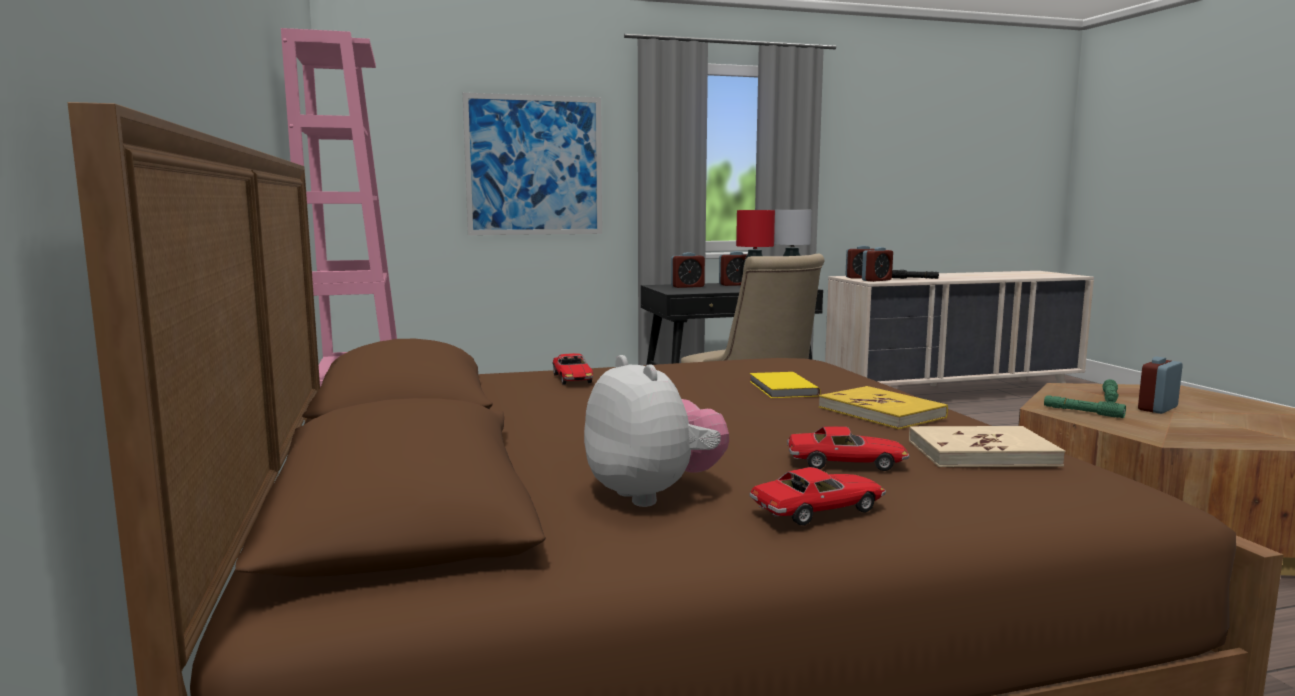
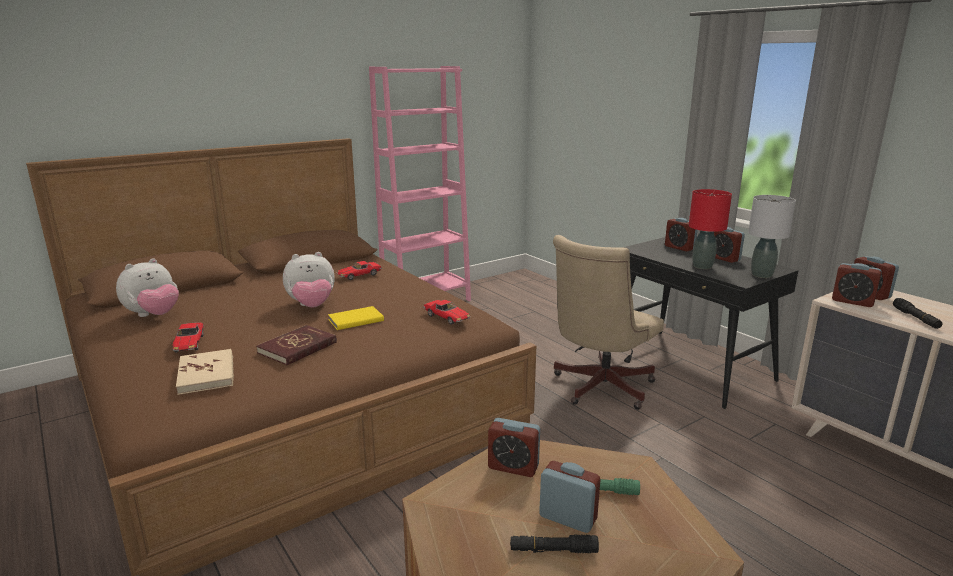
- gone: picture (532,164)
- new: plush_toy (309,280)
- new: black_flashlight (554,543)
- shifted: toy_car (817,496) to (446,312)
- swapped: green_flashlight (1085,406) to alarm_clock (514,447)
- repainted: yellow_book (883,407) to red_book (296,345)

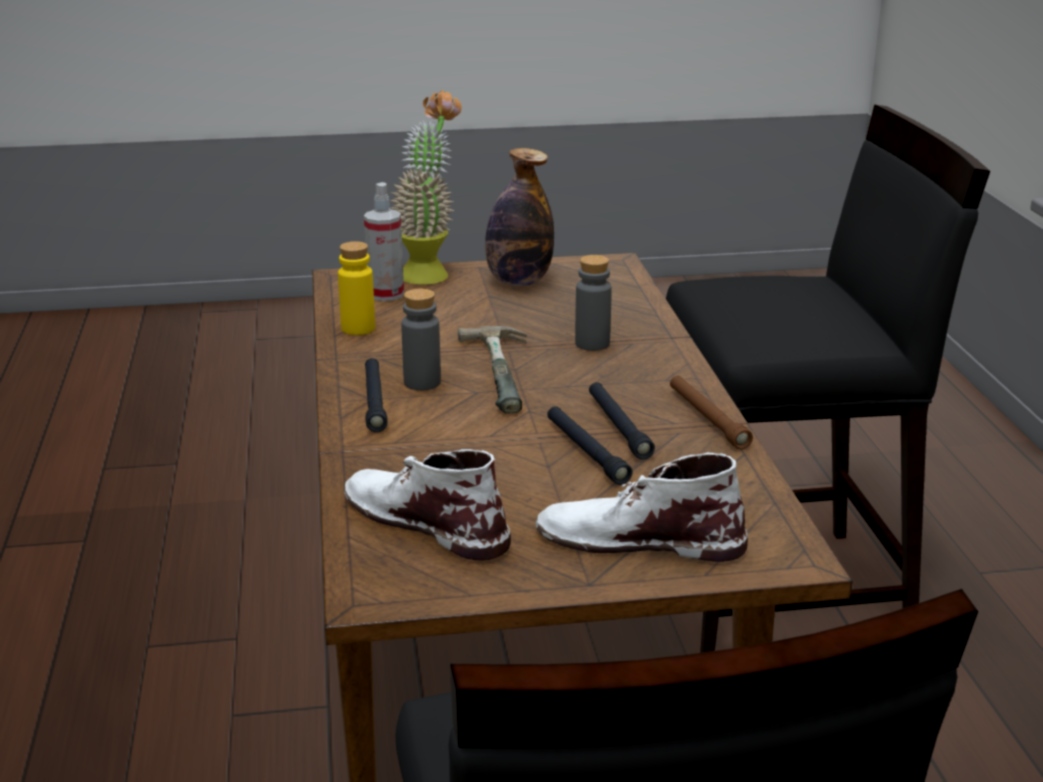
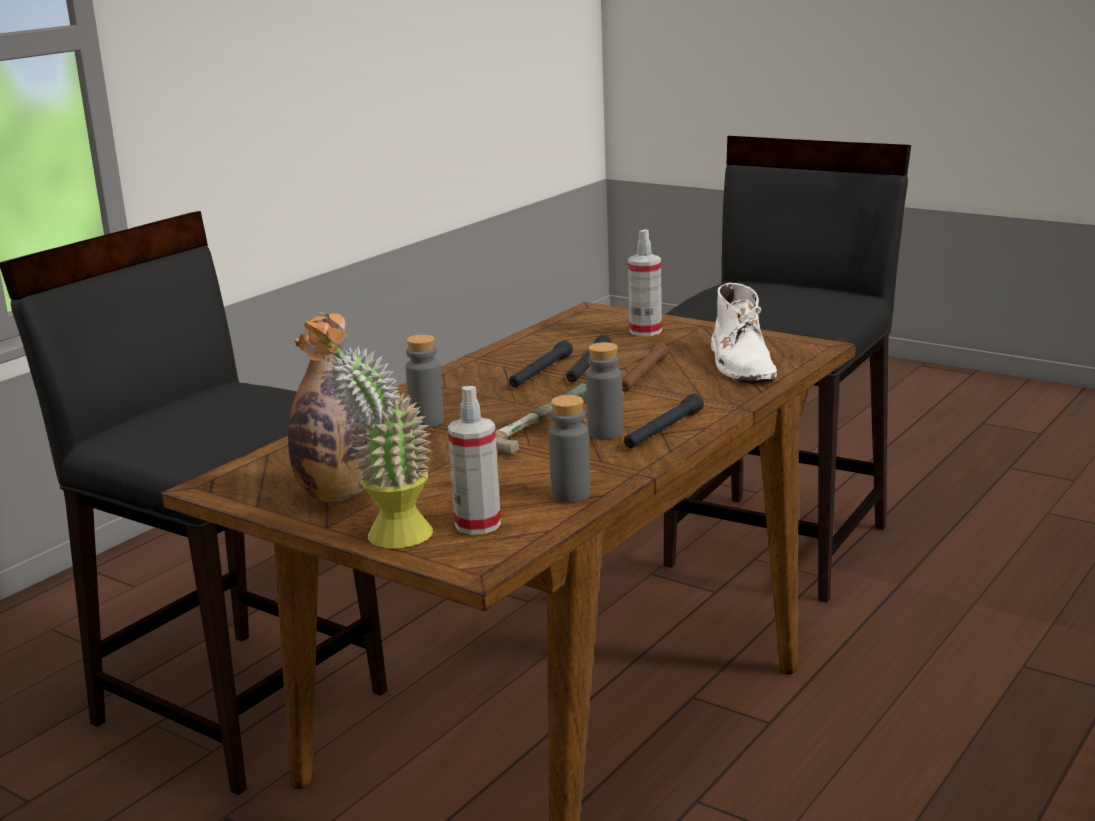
- shifted: brown_flashlight (711,413) to (645,367)
- swapped: white_boot (641,507) to spray_bottle (645,282)
- repainted: yellow_bottle (356,288) to grey_bottle (569,449)

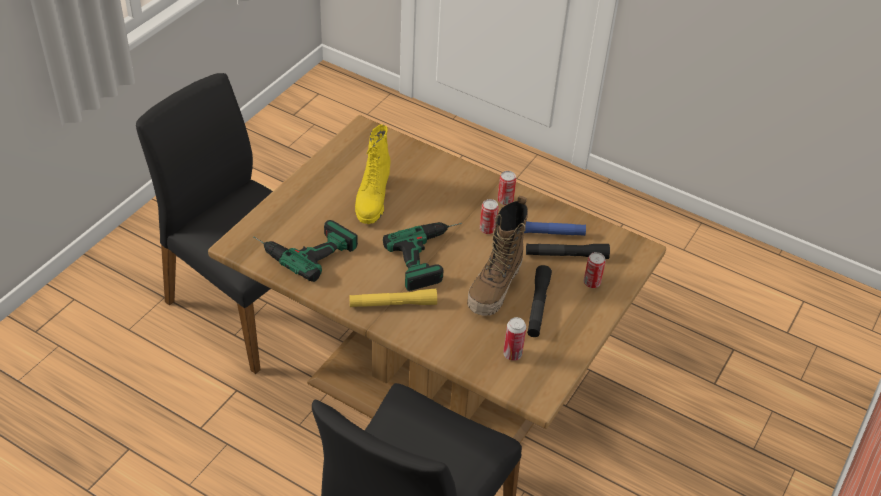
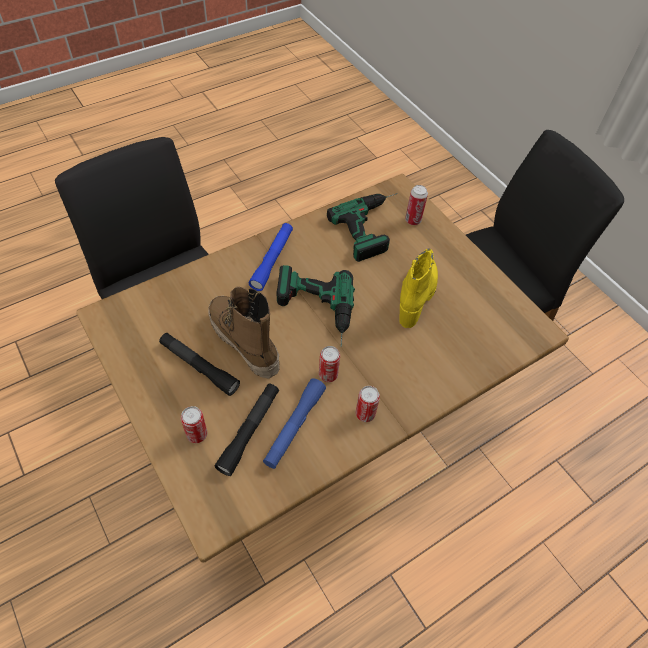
- shifted: can (514,339) to (416,205)
- repainted: yellow_flashlight (393,298) to blue_flashlight (271,257)
- rotated: yellow_boot (372,174) = (418,288) 75 degrees clockwise

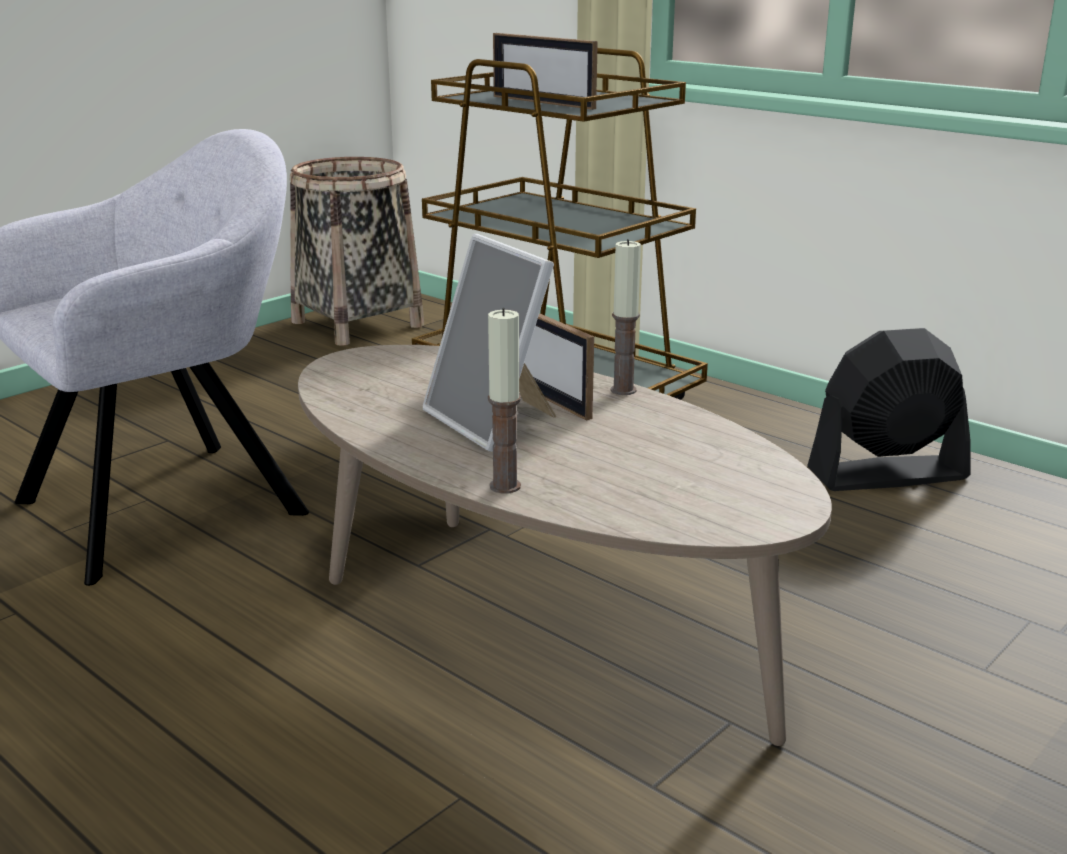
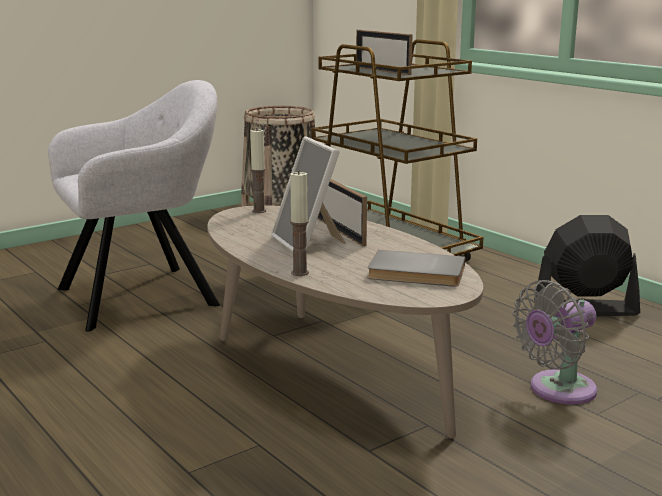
- new: grey_book (416,268)
- new: grey_fan (554,342)
- shifted: candle (625,317) to (258,170)

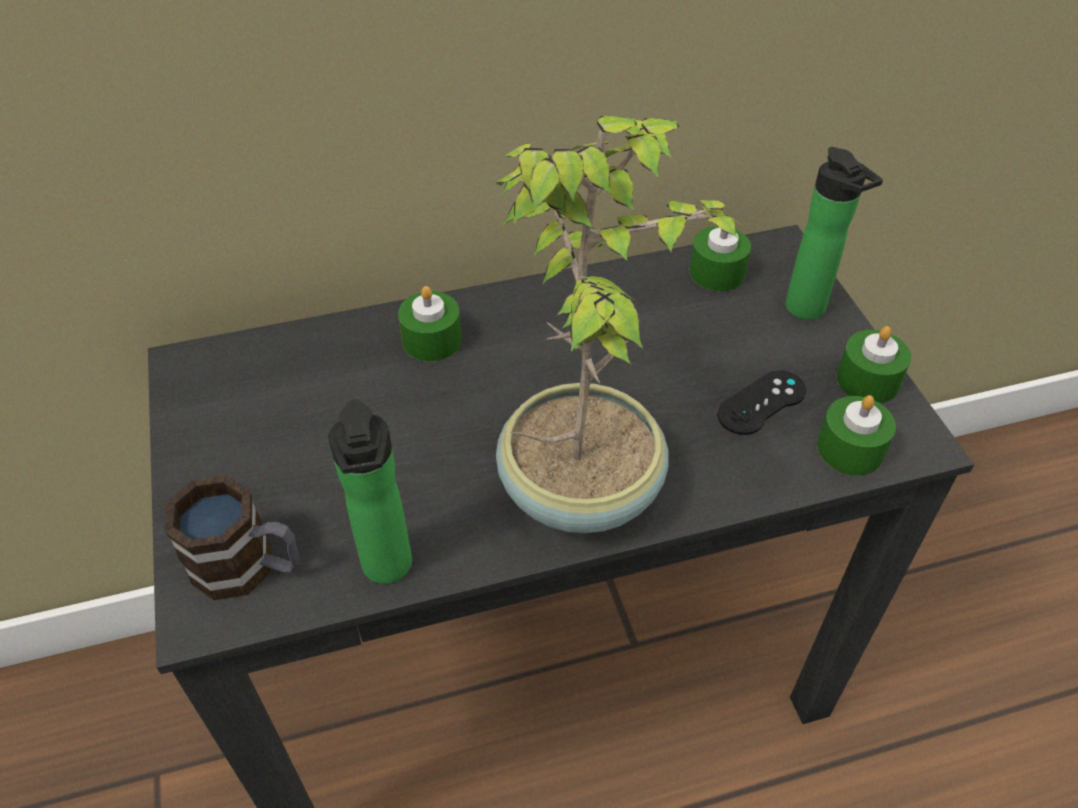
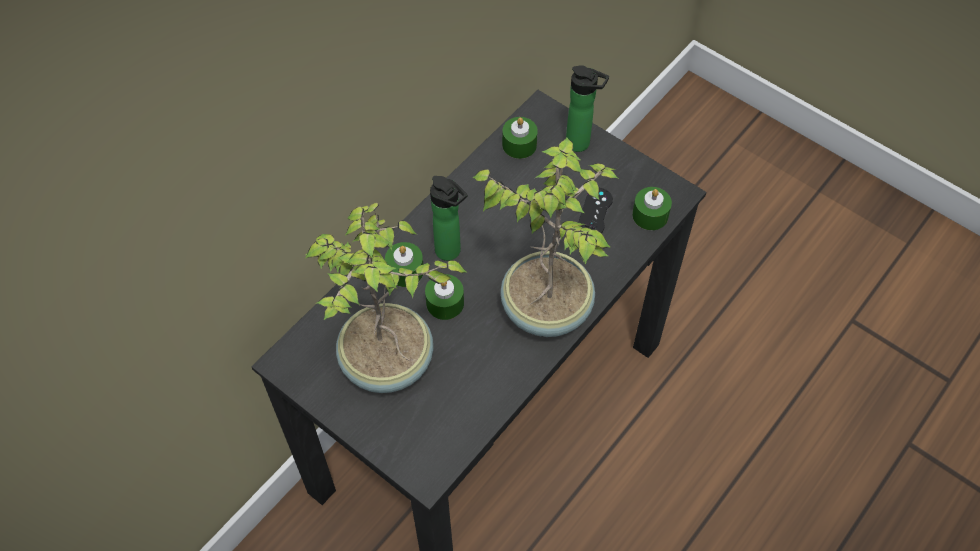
- gone: mug (232,537)
- new: potted_plant (386,298)
- shifted: bottle (370,491) to (449,218)
- shifted: green_candle (874,364) to (444,297)

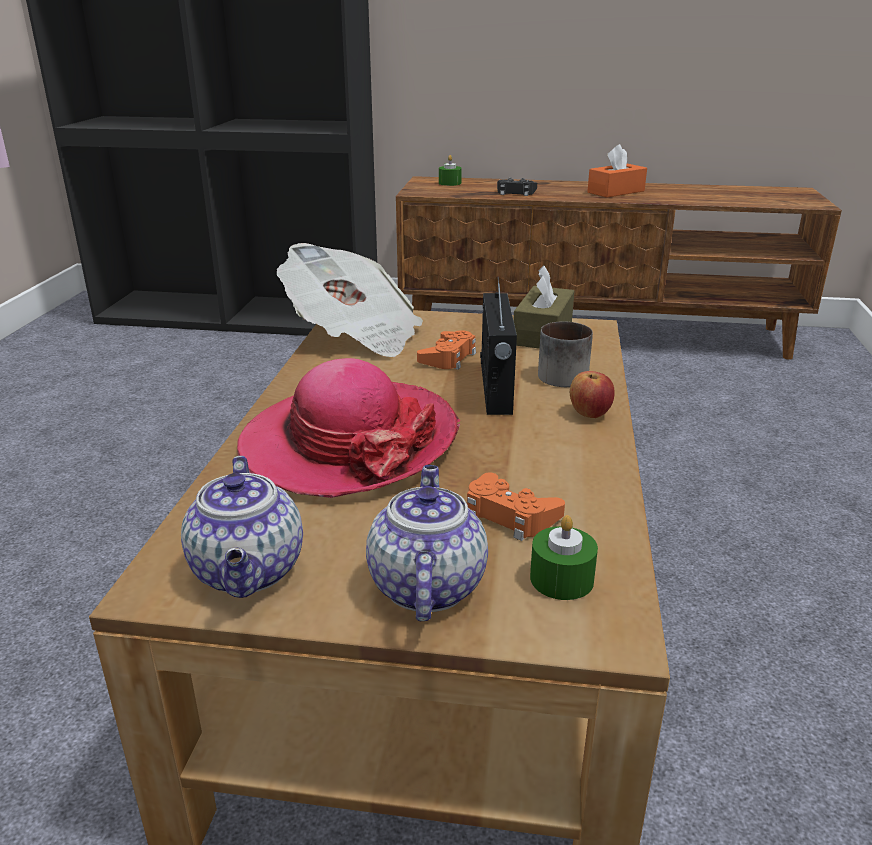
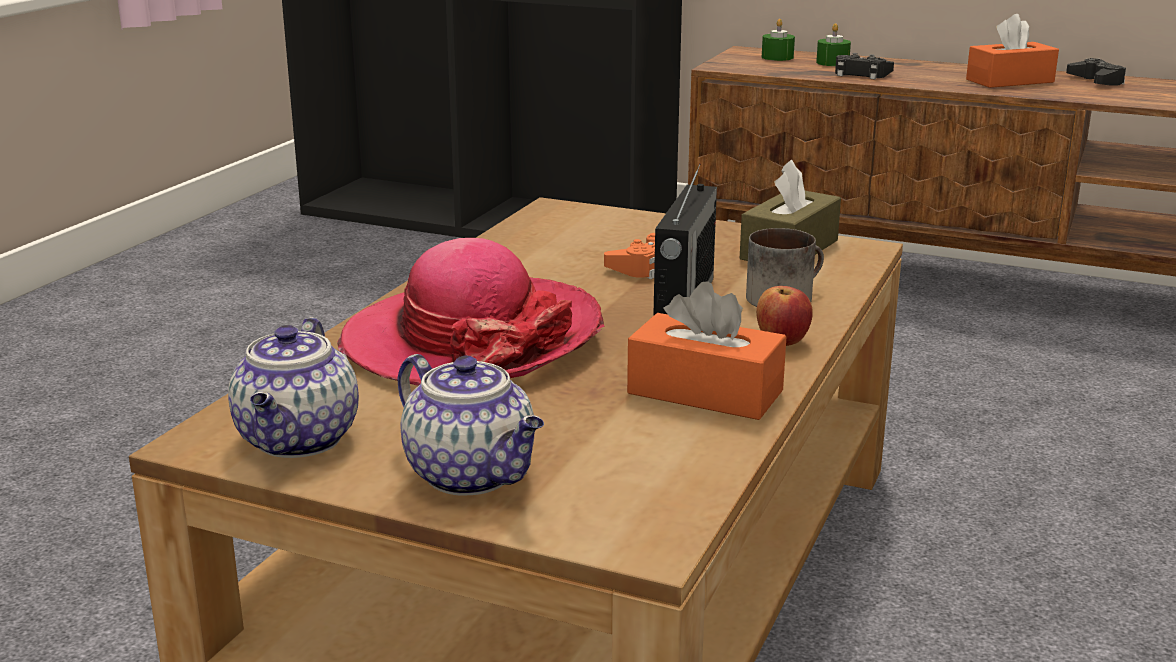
- gone: newspaper (350,300)
- gone: orange_game_controller (516,506)
- new: orange_tissue_box (707,350)
- new: black_game_controller (1096,72)
- shifted: green_candle (564,557) to (833,44)
- rotated: teapot (427,543) = (471,425) 120 degrees clockwise

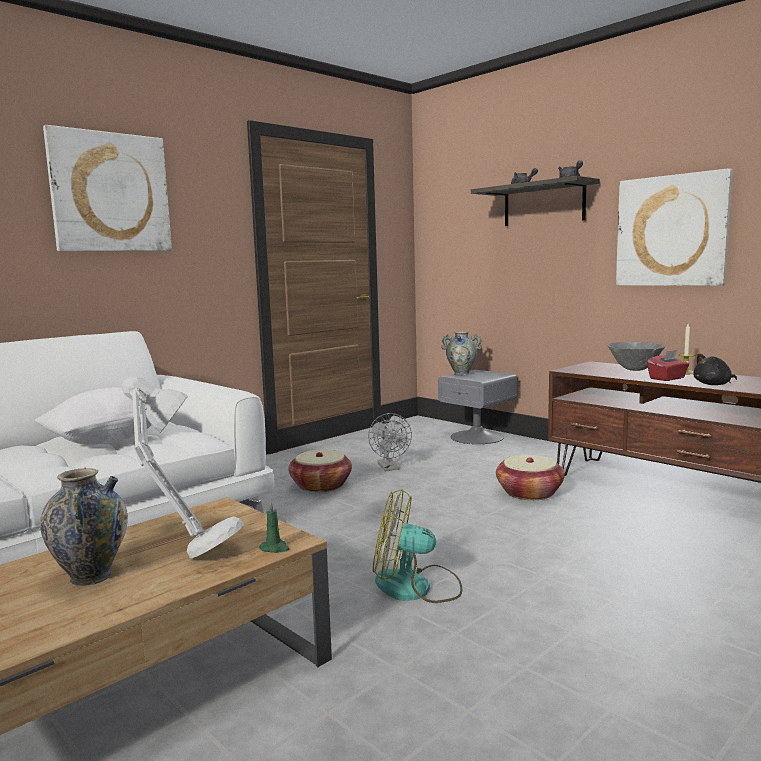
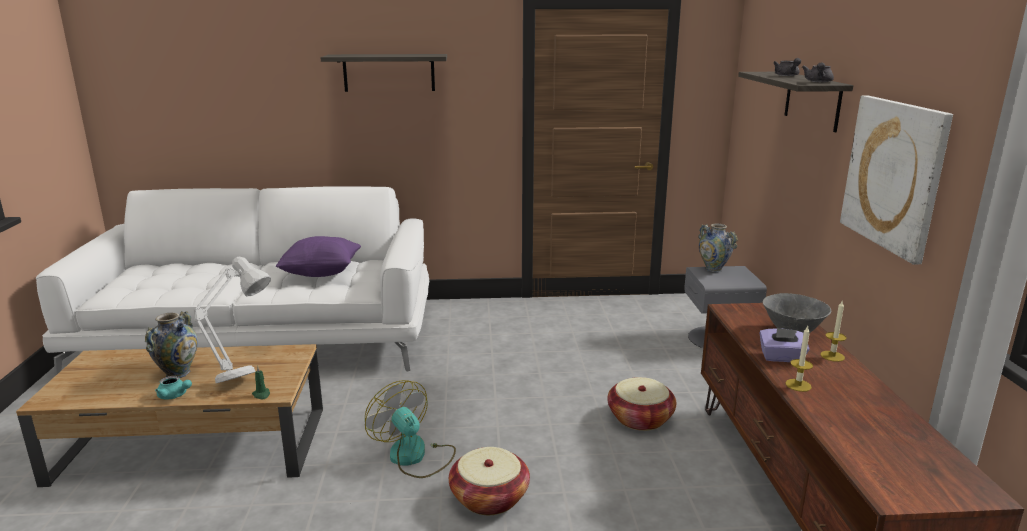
- gone: grey_fan (390,442)
- new: turquoise_teapot (173,388)
- shifted: basket (320,471) to (489,481)
- swapped: picture (107,188) to shelf (383,73)
- swapped: black_plush_toy (715,369) to candle (799,359)
- repainted: white_pillow (93,416) to purple_pillow (318,256)
- repainted: red_tissue_box (668,365) to purple_tissue_box (785,345)

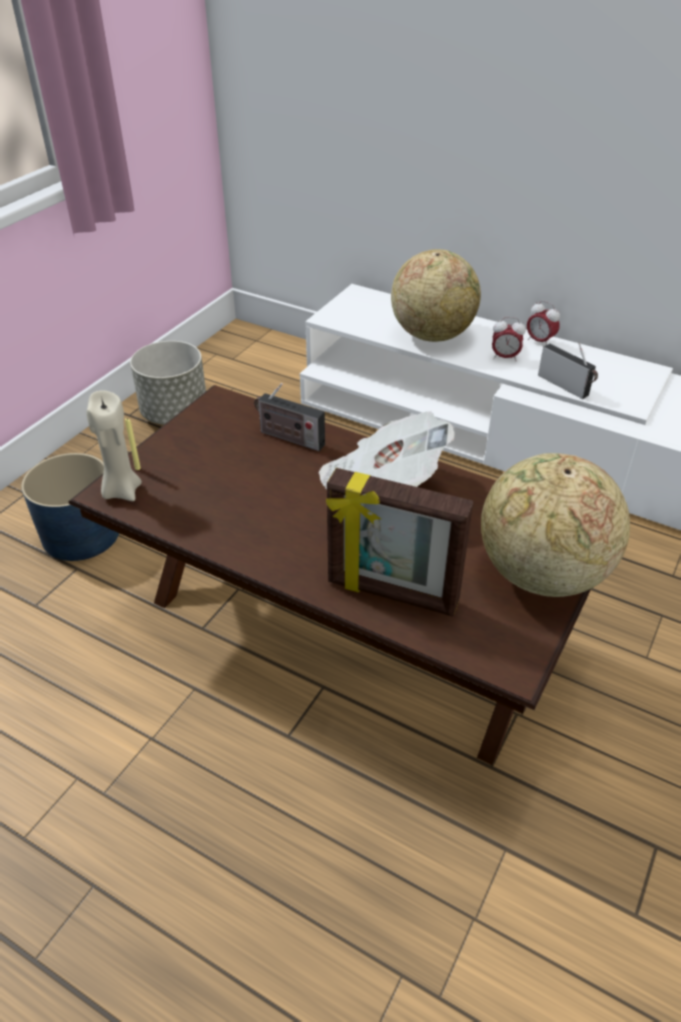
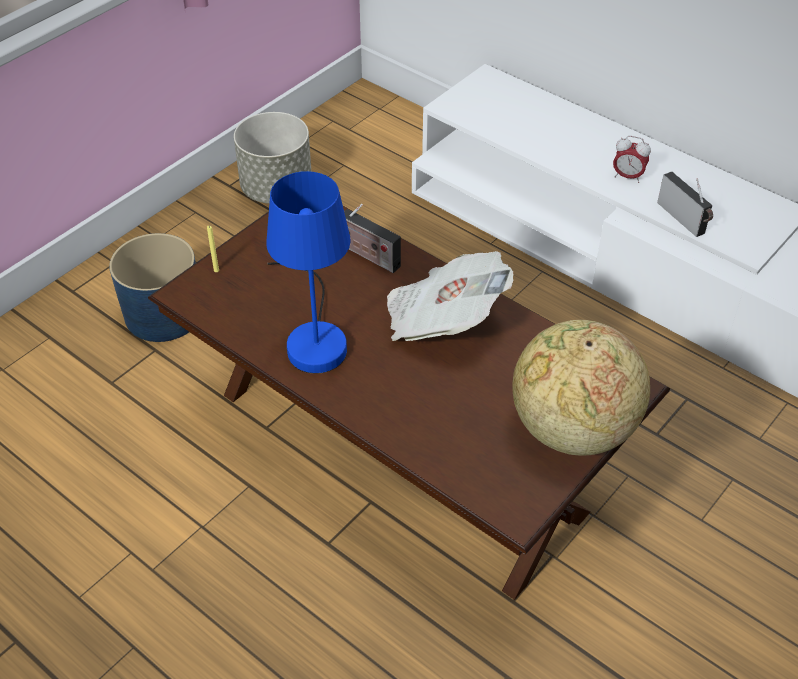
- gone: beige_candle (114,446)
- gone: picture_frame (400,542)
- gone: globe (436,295)
- gone: alarm_clock (543,322)
- new: blue_table_lamp (308,272)

